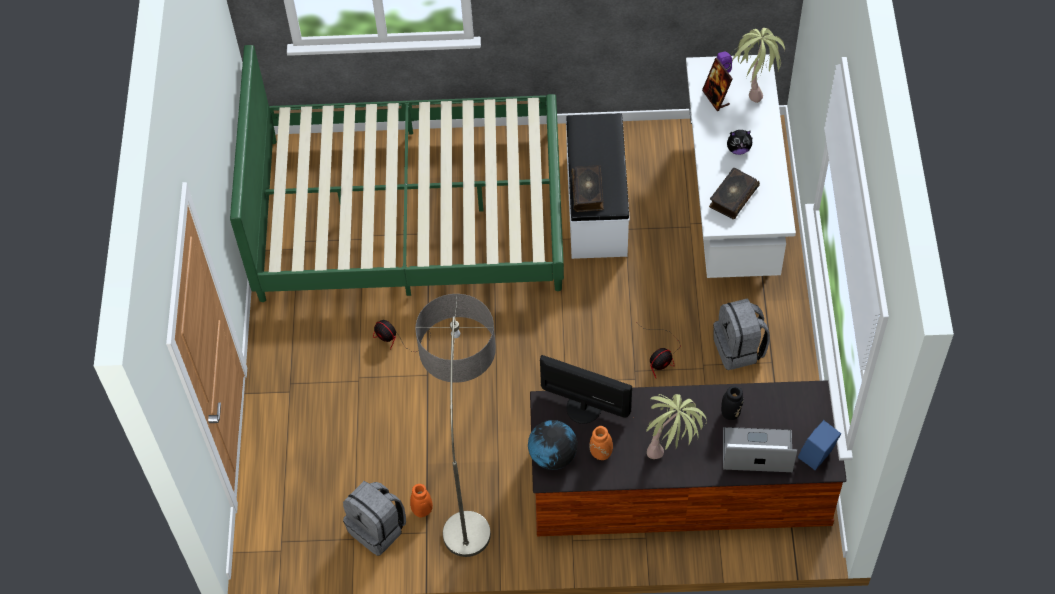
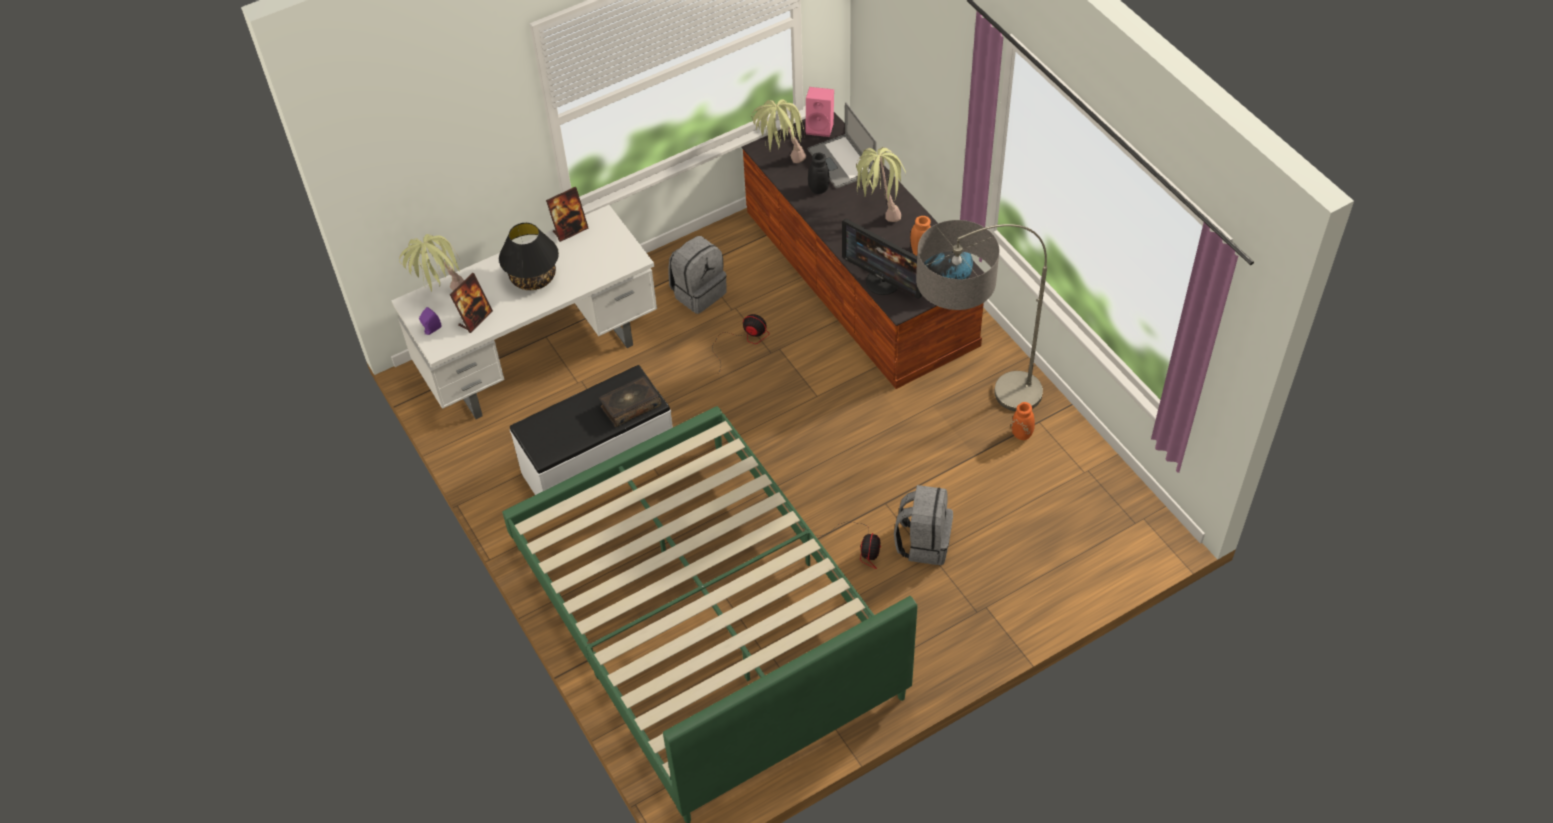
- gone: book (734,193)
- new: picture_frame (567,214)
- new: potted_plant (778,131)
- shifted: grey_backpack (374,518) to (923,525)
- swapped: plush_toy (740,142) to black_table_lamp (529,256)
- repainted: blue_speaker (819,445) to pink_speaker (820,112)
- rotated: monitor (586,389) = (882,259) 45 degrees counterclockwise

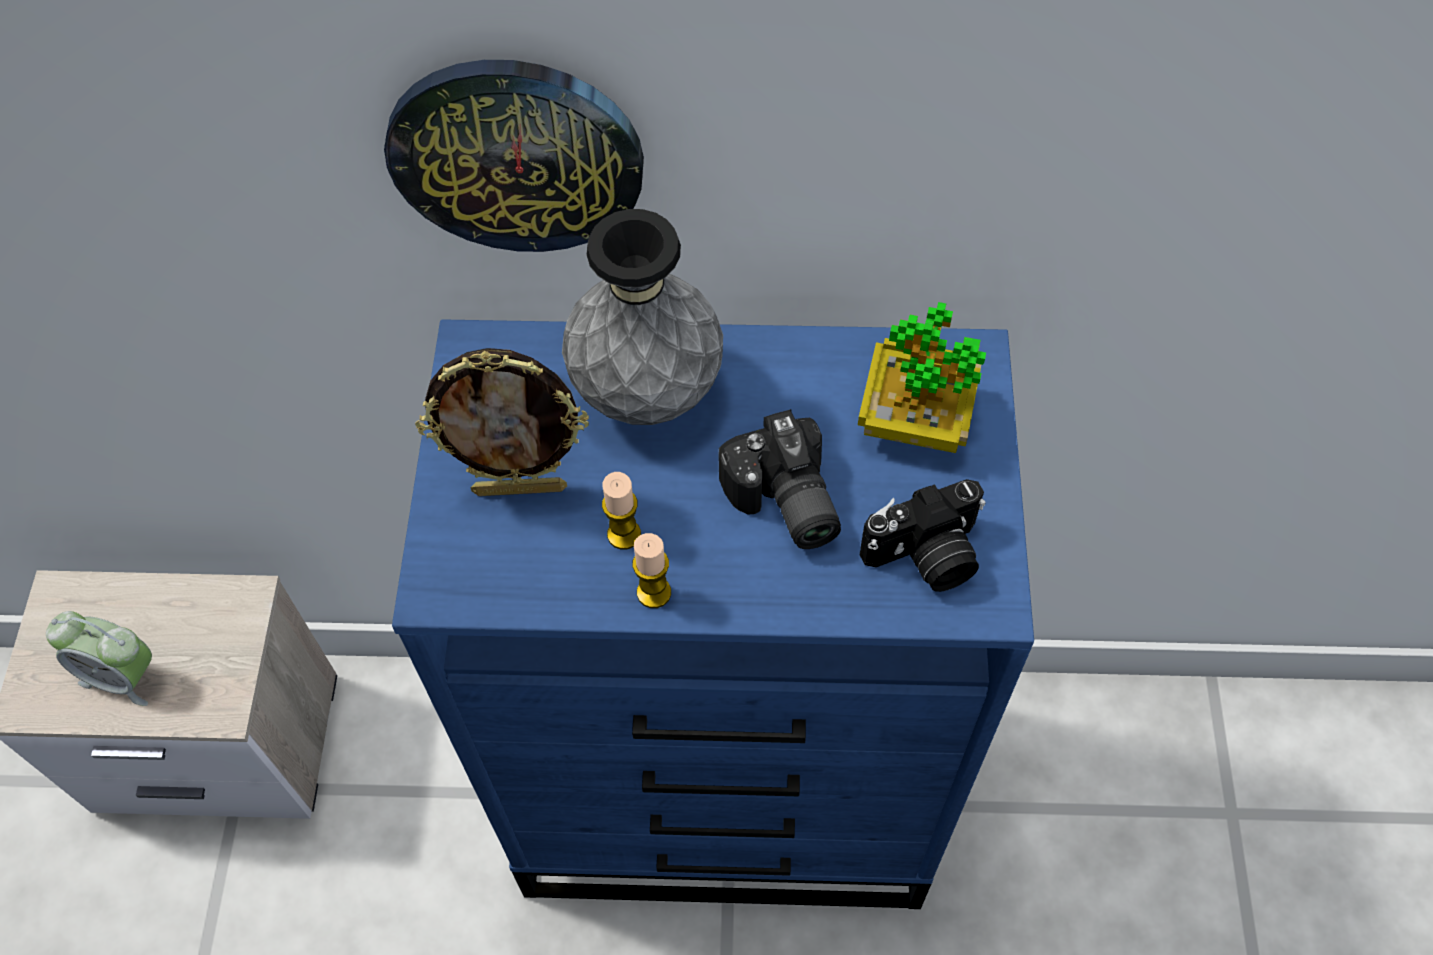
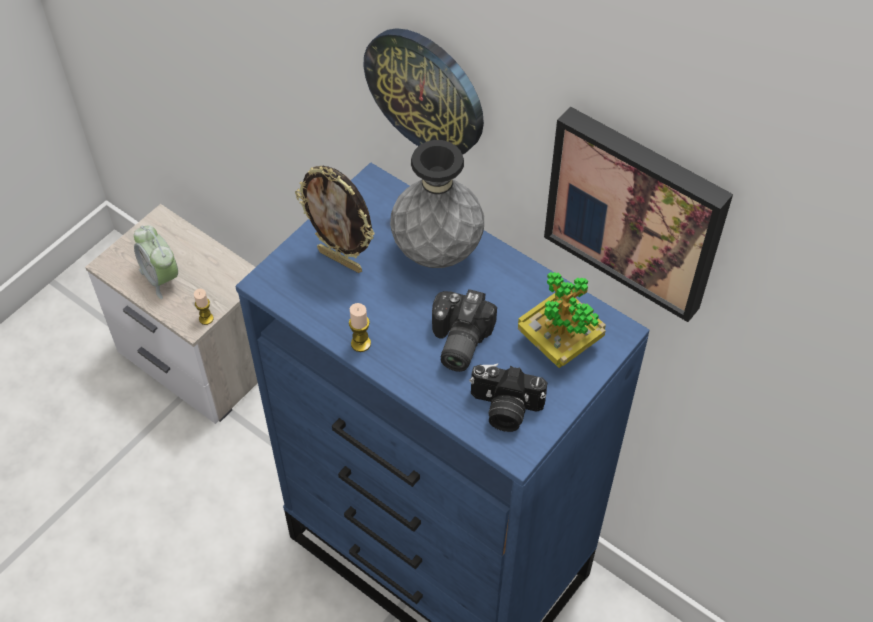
- new: picture (638,214)
- shifted: candle (621,511) to (204,307)

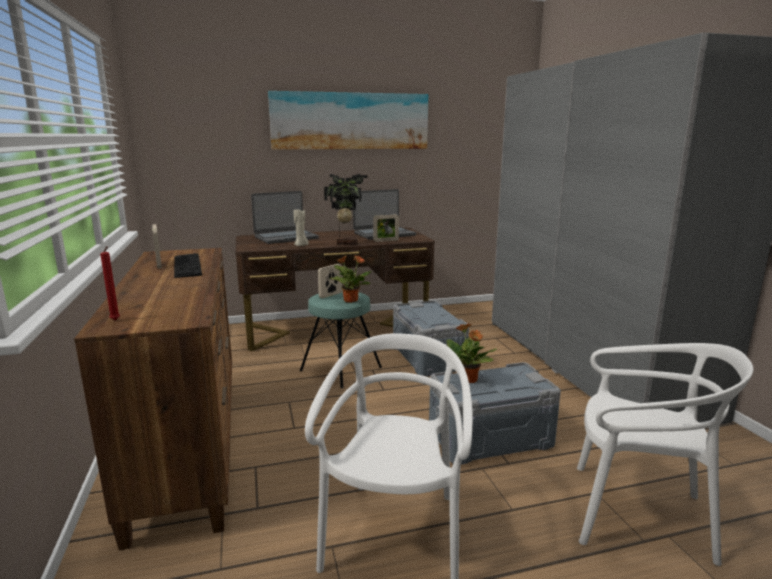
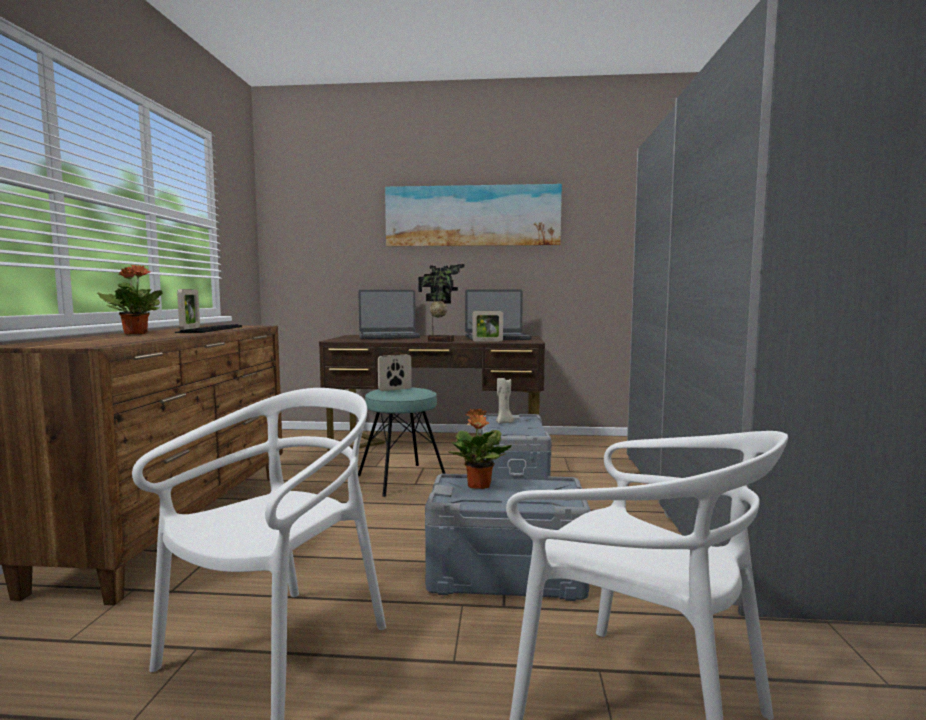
- gone: red_candle (110,283)
- shifted: beige_candle (301,227) to (505,401)
- shifted: potted_plant (350,279) to (129,300)

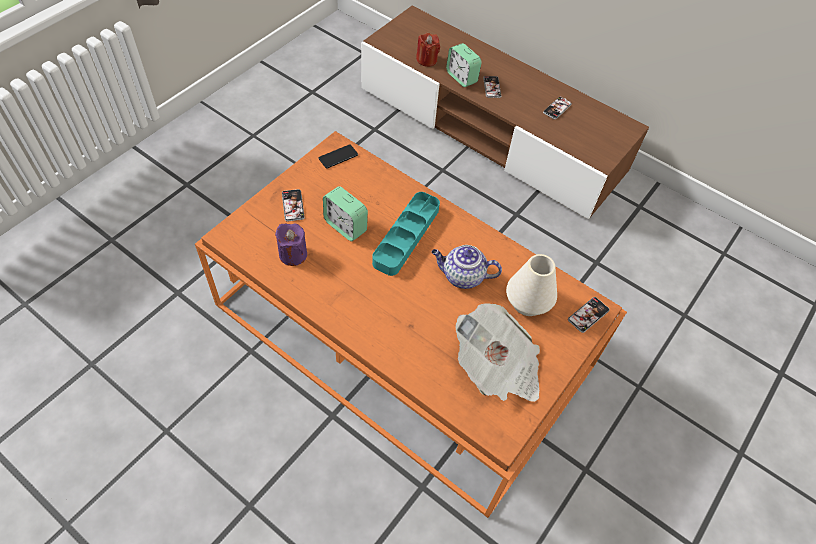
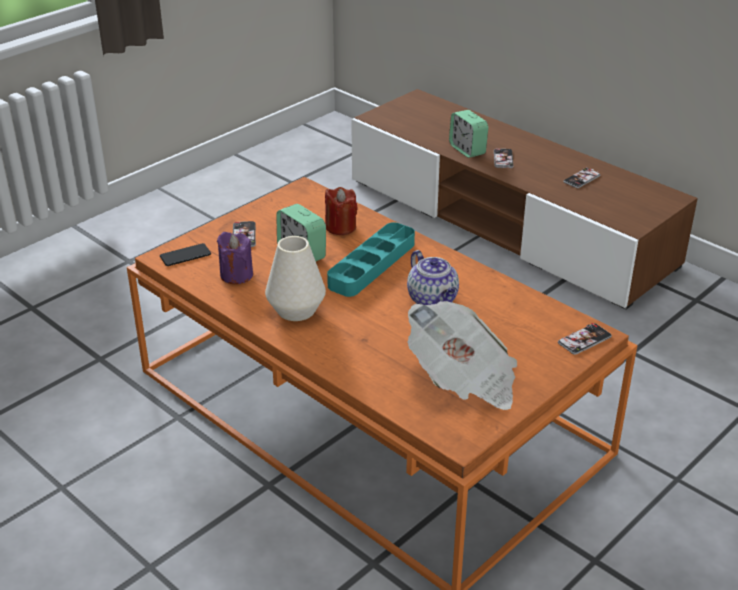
- shifted: phone (338,156) to (185,254)
- shifted: red_candle (428,50) to (341,211)
- shifted: white_vase (531,285) to (295,278)
- rotated: teapot (467,267) = (433,277) 135 degrees counterclockwise

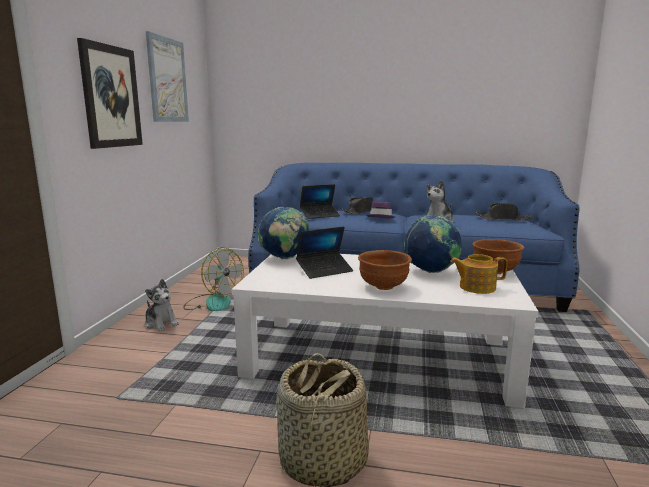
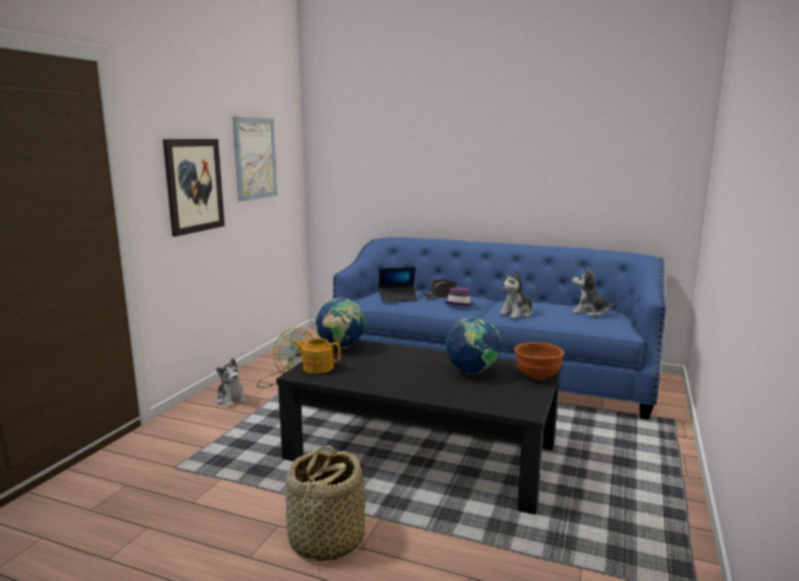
- gone: laptop (324,252)
- gone: brown_bowl (385,270)
- shifted: teapot (478,274) to (316,356)
- swapped: black_hat (504,212) to plush_toy (594,292)
- repainted: white_coffee_table (385,331) to black_coffee_table (418,427)

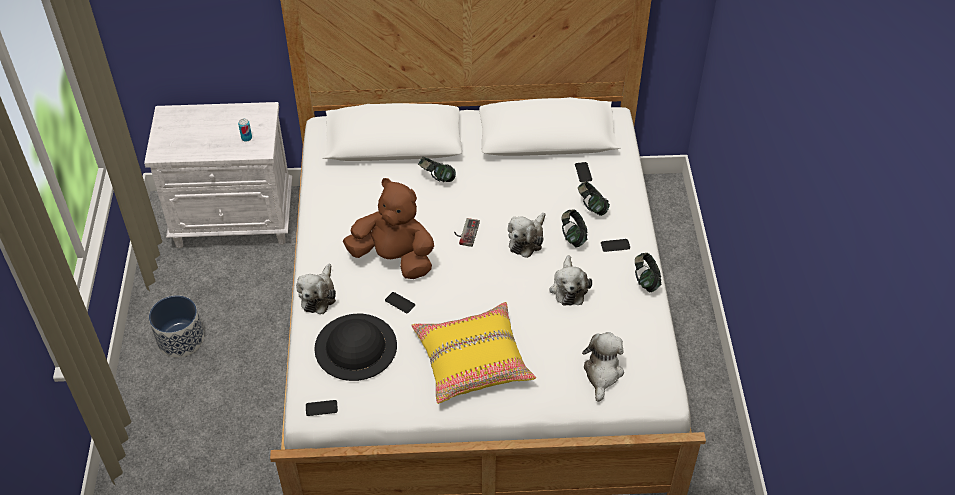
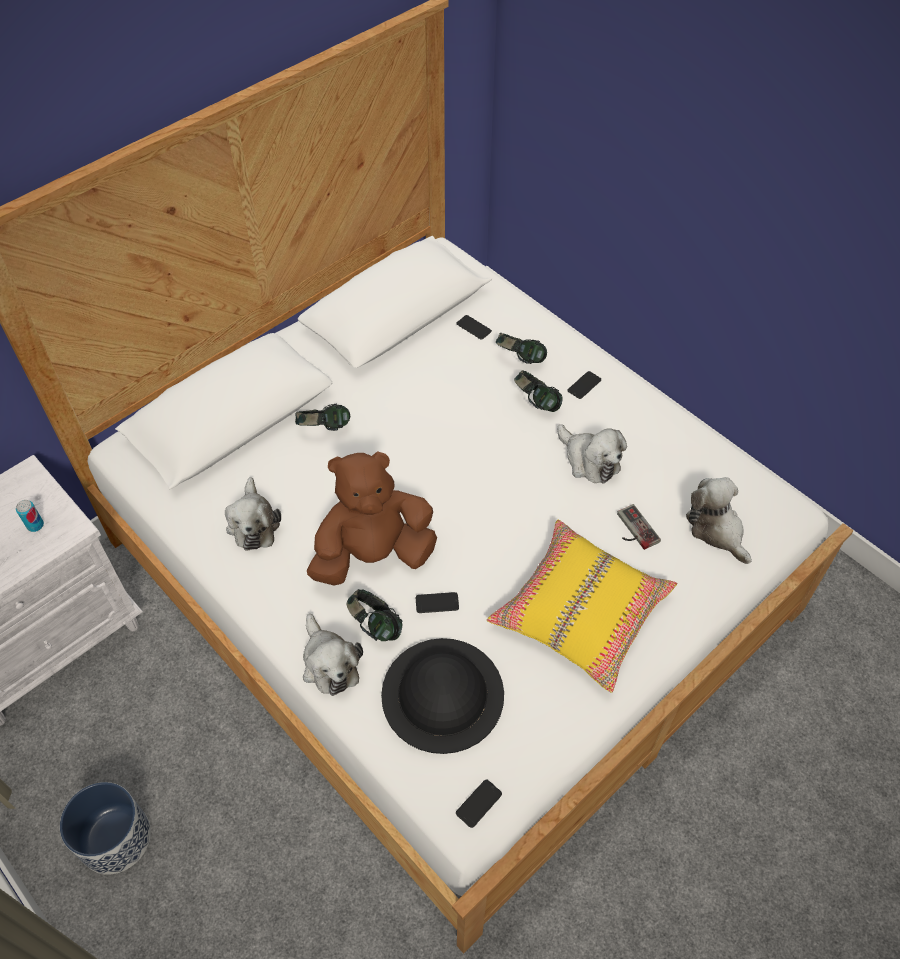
- shifted: game_controller (467,232) to (639,527)
- shifted: plush_toy (526,235) to (253,514)
- shifted: headphones (648,272) to (375,615)

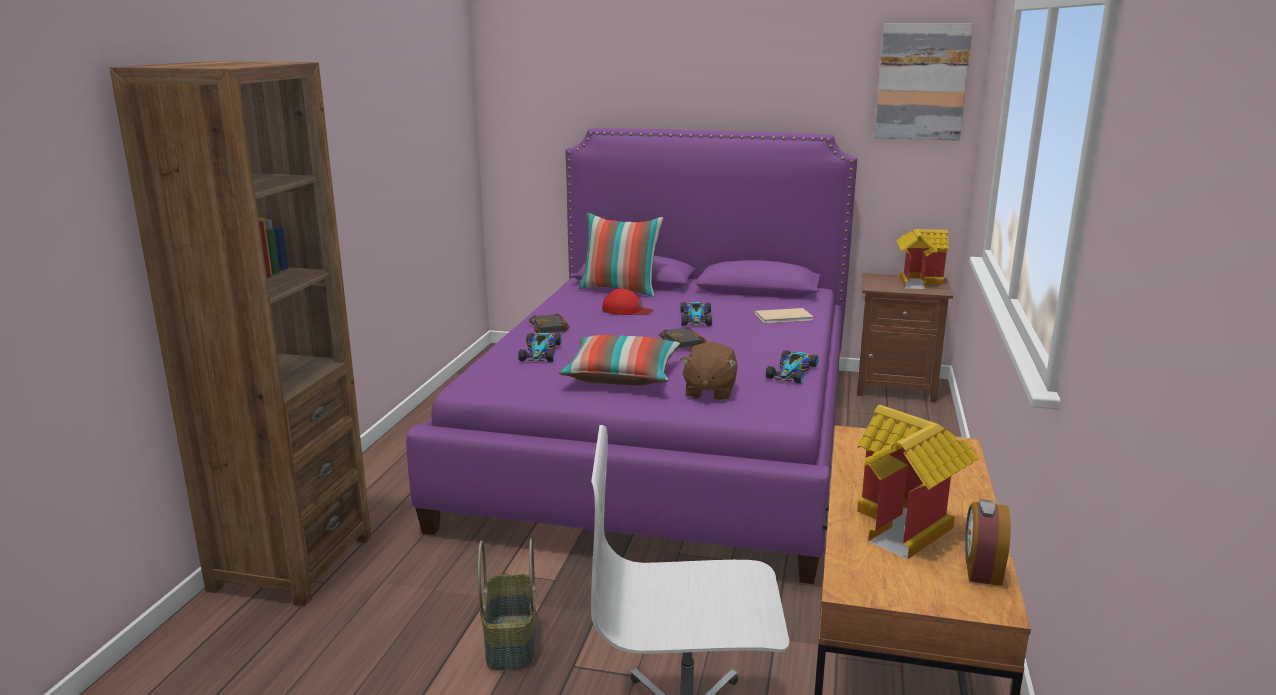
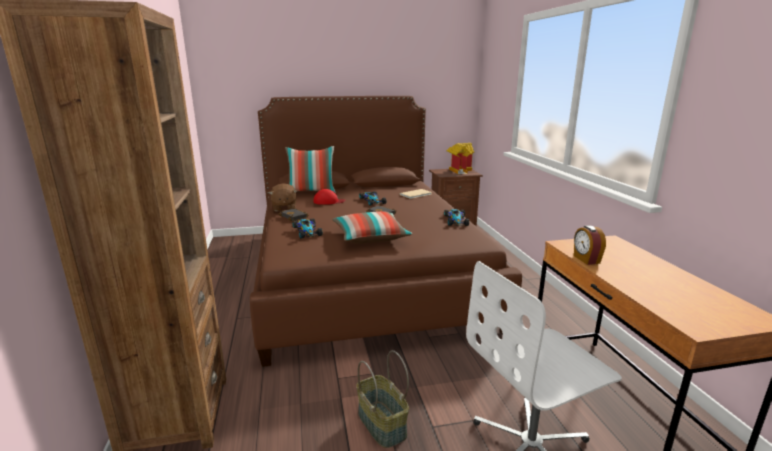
- gone: toy_house (918,482)
- gone: picture (924,81)
- shifted: brown_plush_toy (708,371) to (283,197)
- shifted: alarm_clock (988,542) to (590,245)
- repainted: purple_bed (631,356) to brown_bed (386,231)

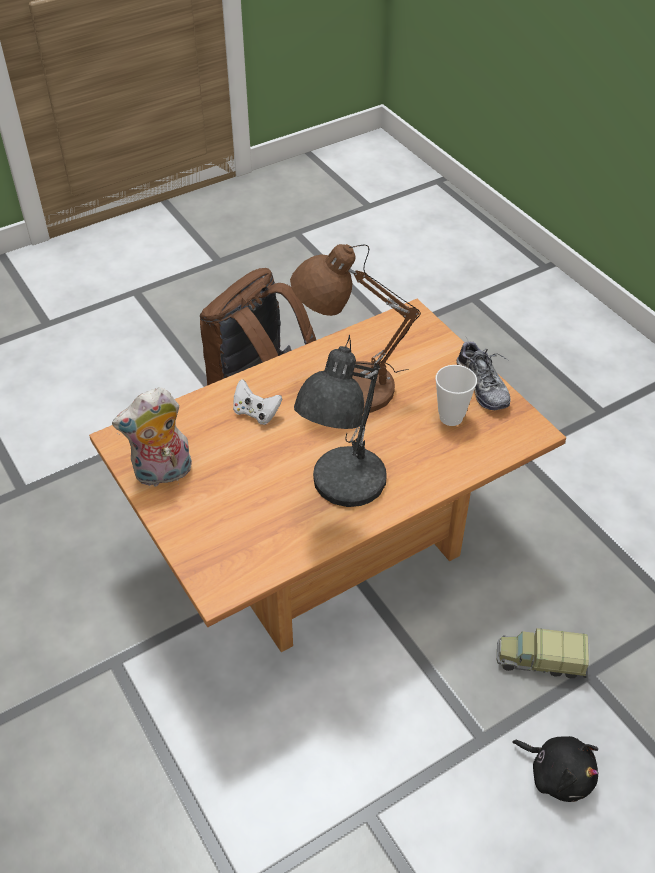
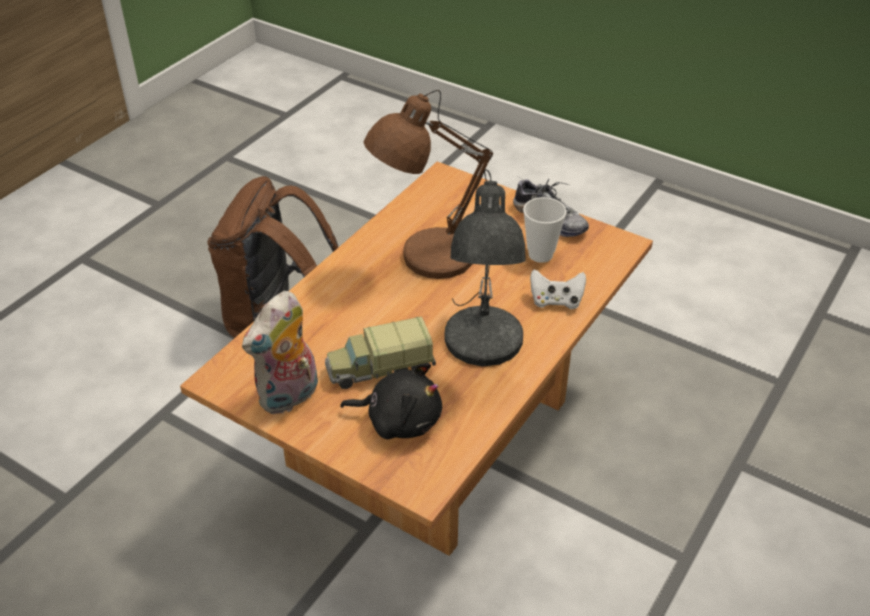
- shifted: white_game_controller (257,402) to (558,289)
- shifted: toy_truck (543,653) to (380,353)
- shifted: black_plush_toy (555,769) to (391,401)

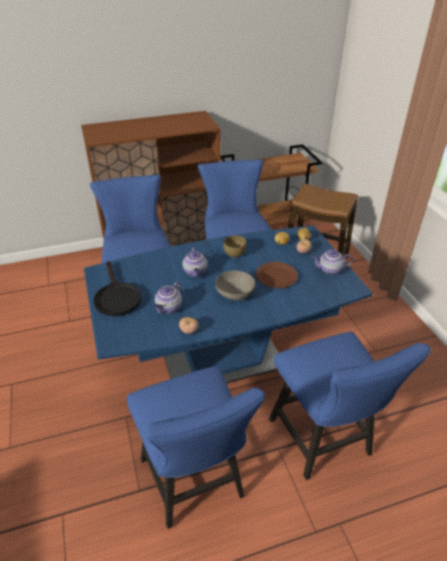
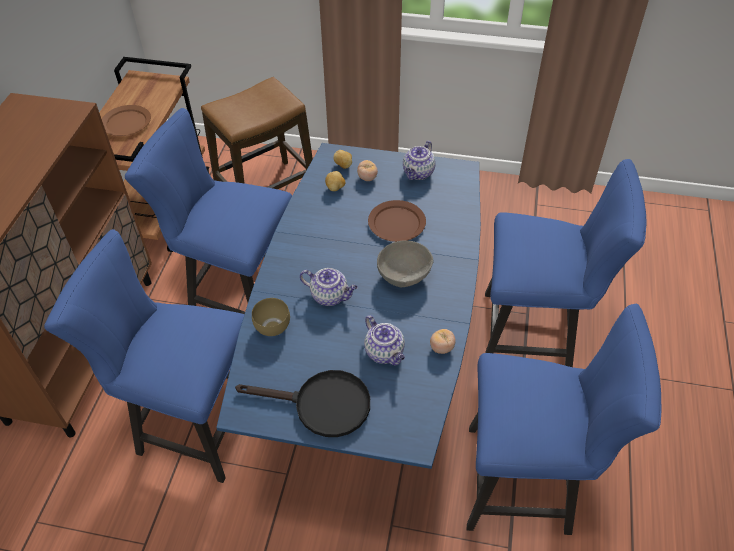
- shifted: brown_bowl (234,246) to (271,317)

